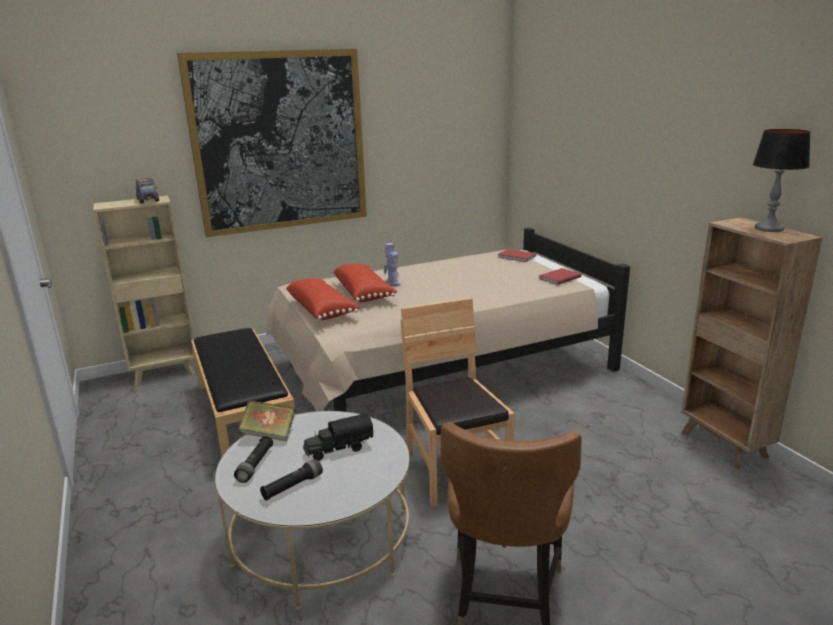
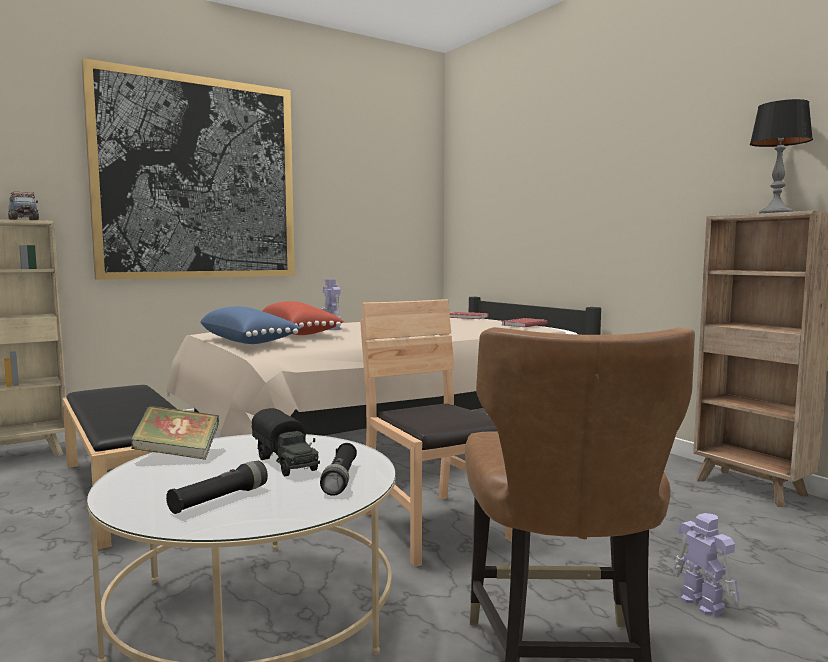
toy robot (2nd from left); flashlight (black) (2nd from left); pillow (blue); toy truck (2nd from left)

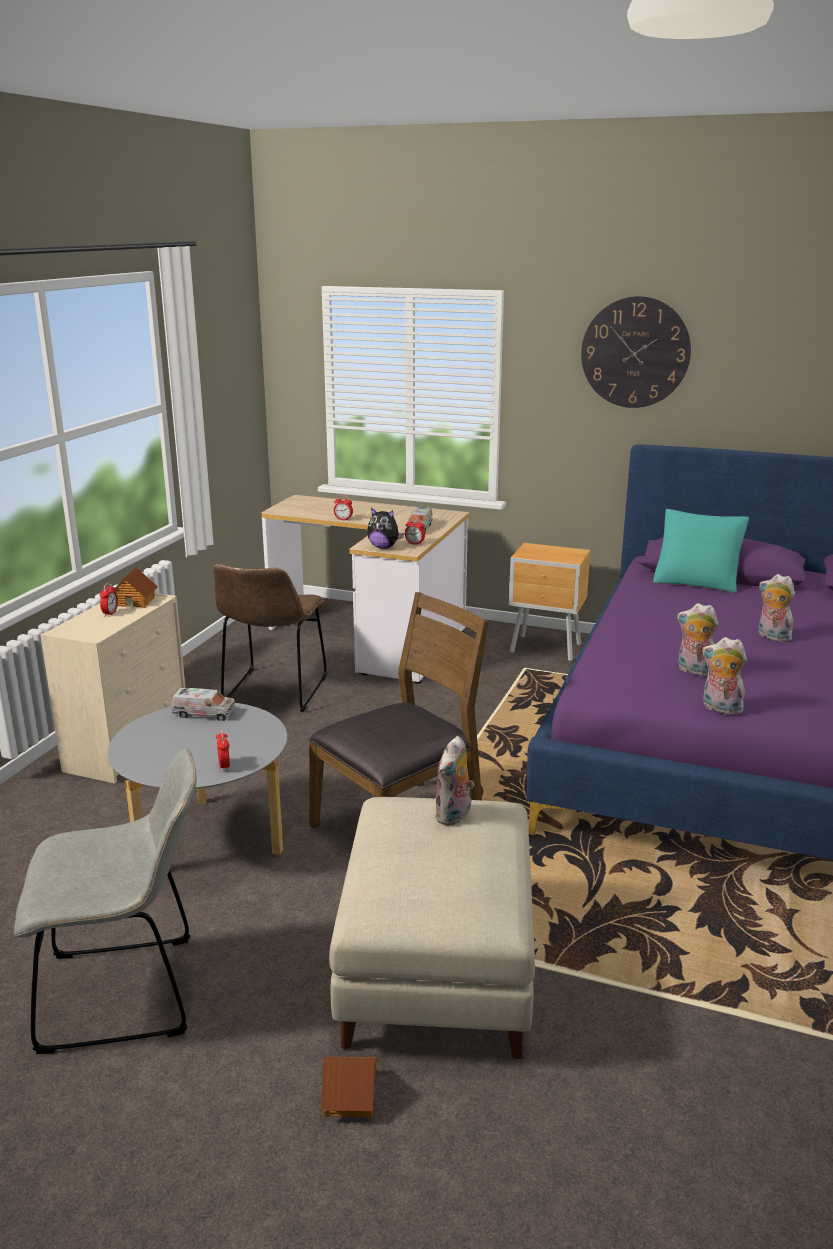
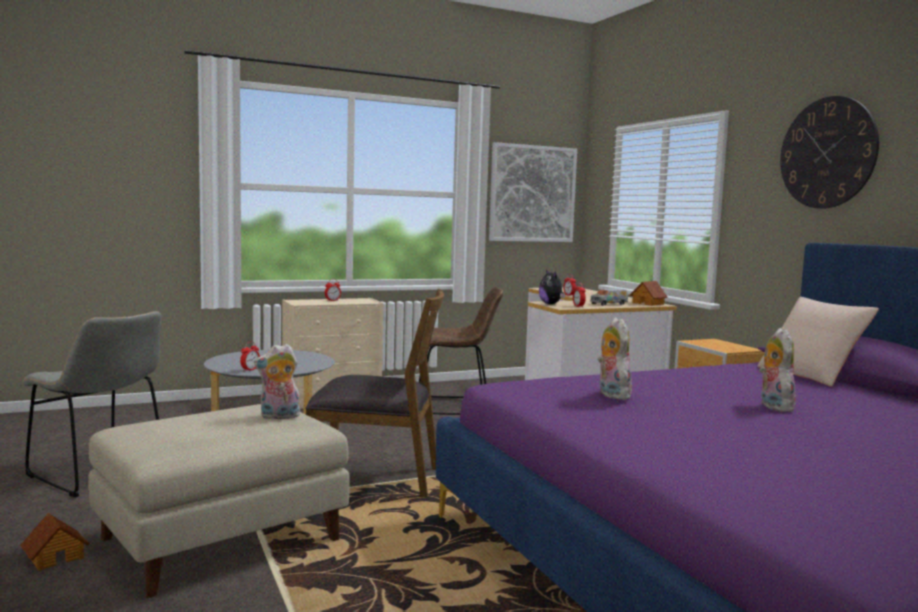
toy truck (1st from left in the first image); plush toy (4th from left in the first image); picture; toy house (2nd from left); pillow (beige); chair (brown) (2nd from left)

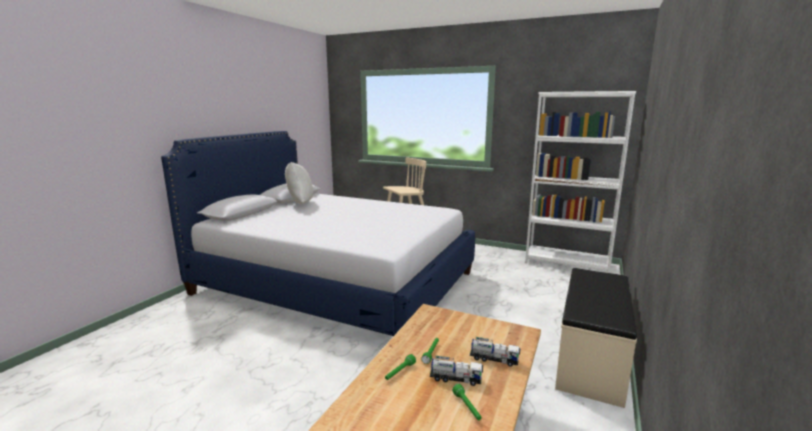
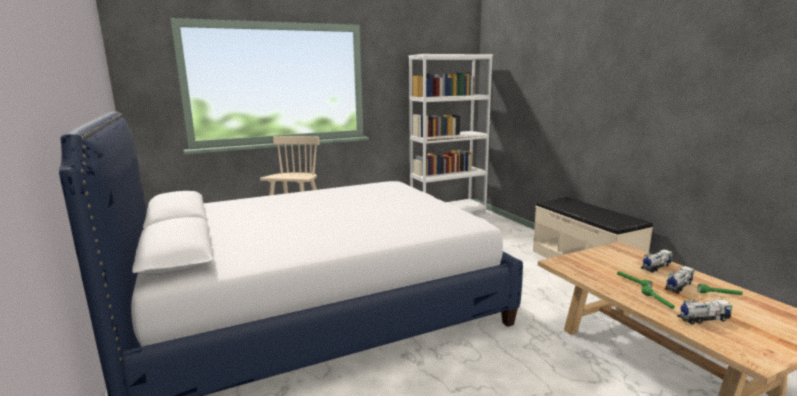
pillow (white); toy truck (3rd from left)

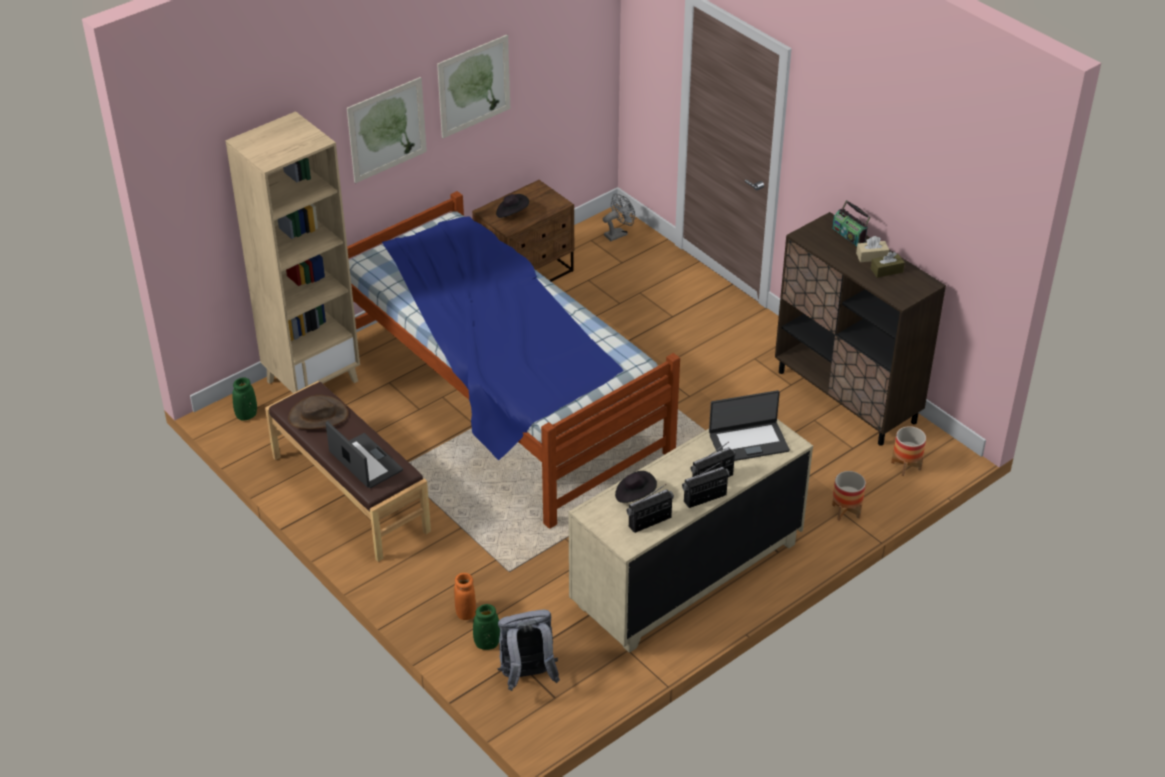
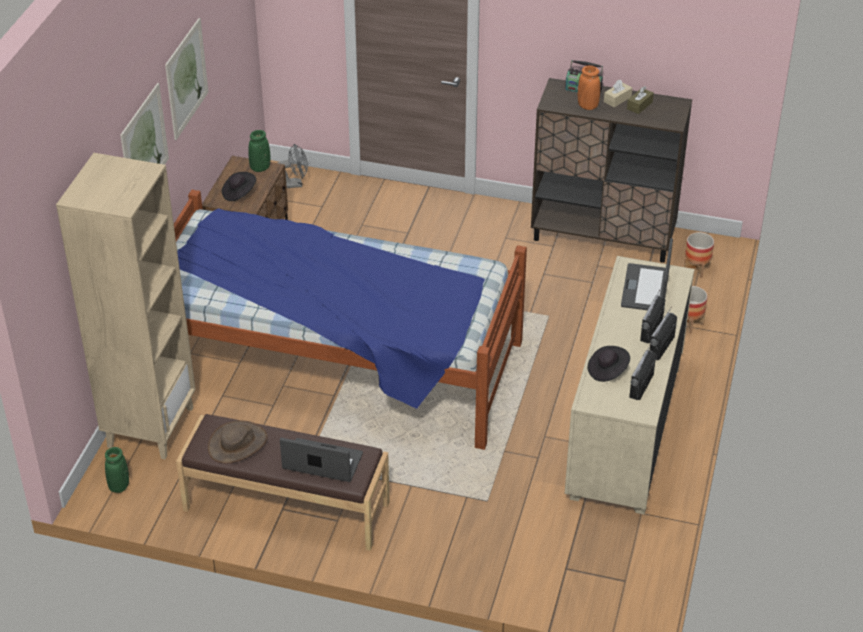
backpack (grey); vase (orange); vase (green) (2nd from left); fan (grey); laptop (2nd from left)

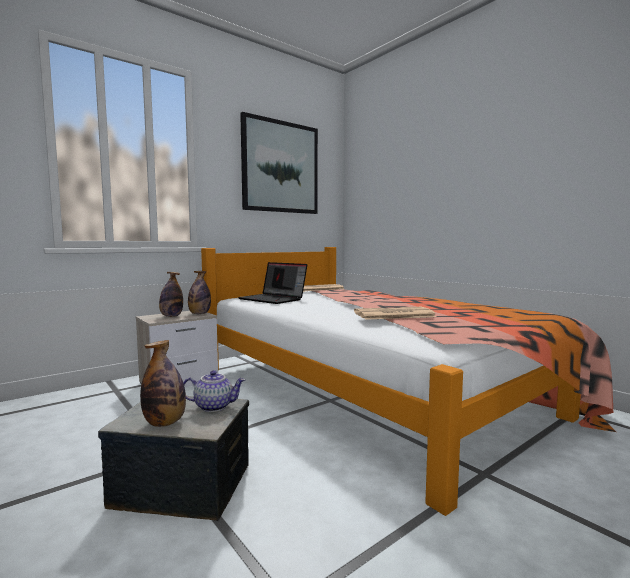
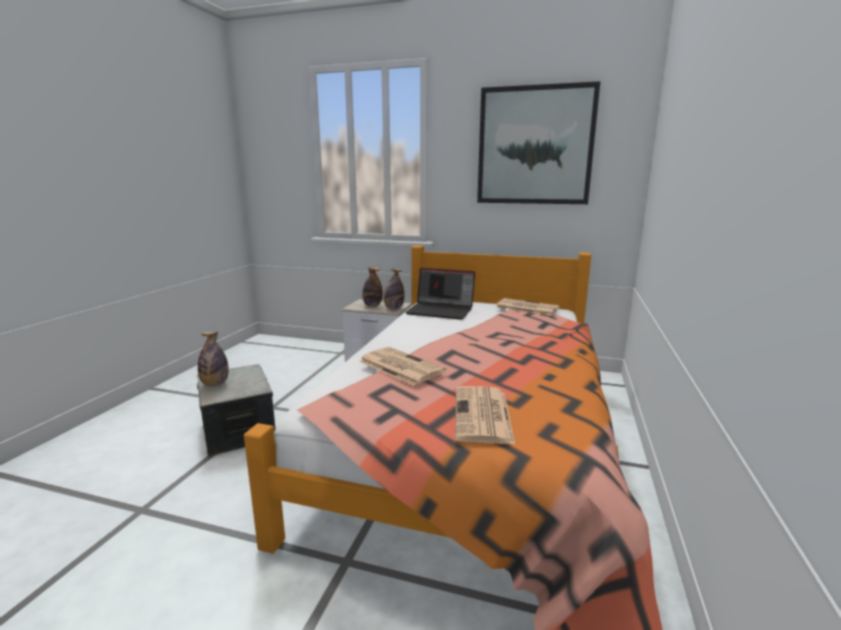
teapot; newspaper (2nd from left); laptop

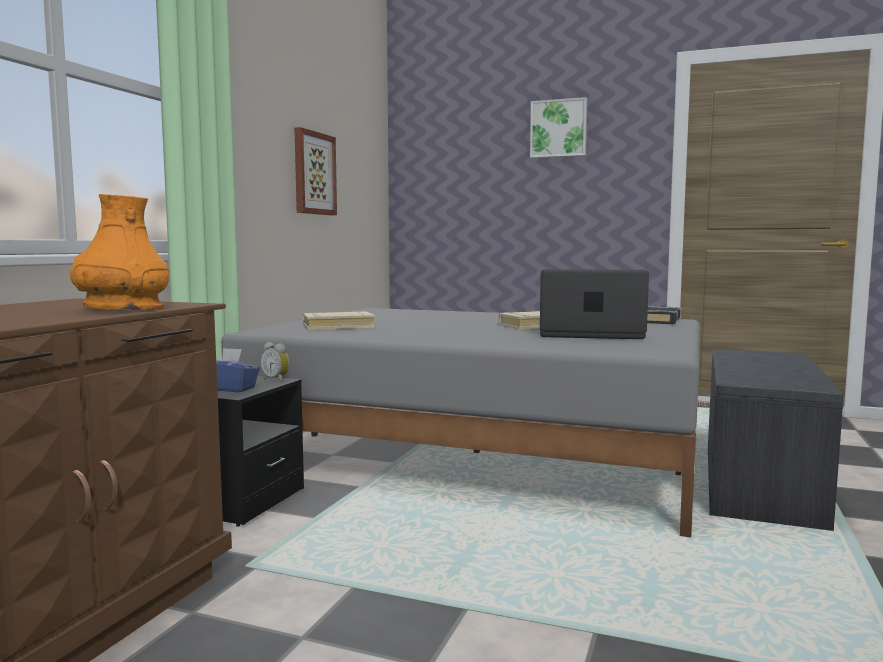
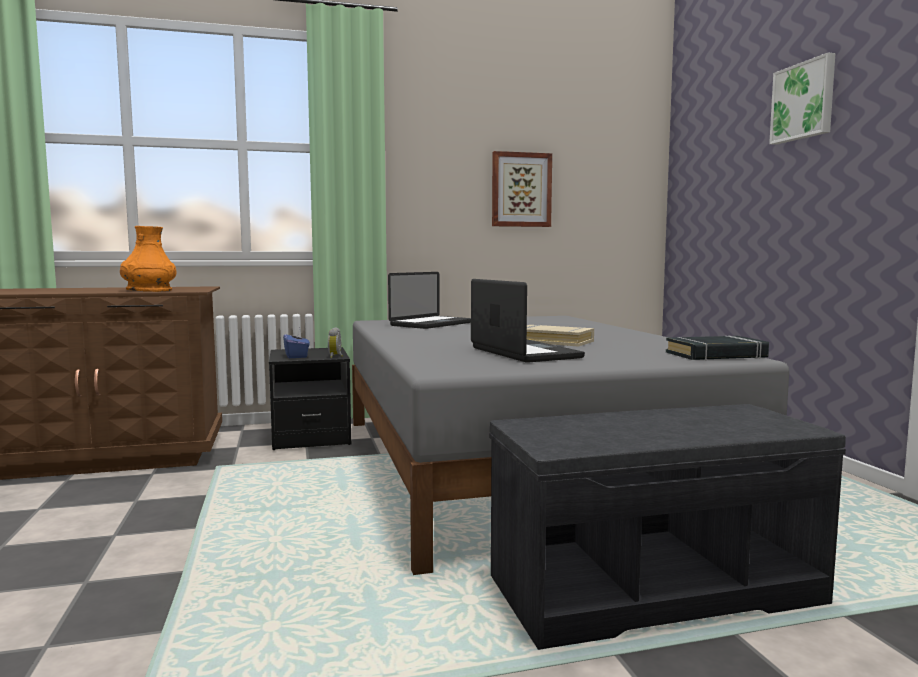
laptop (1st from left)

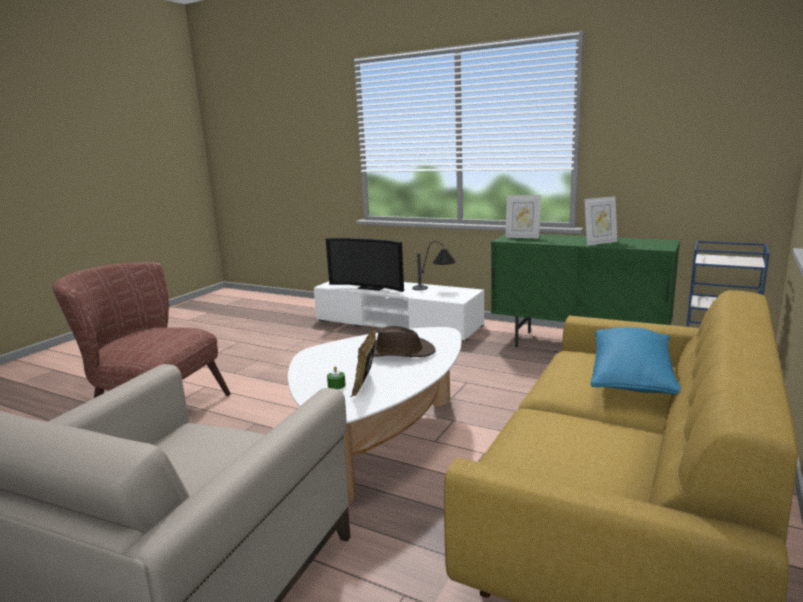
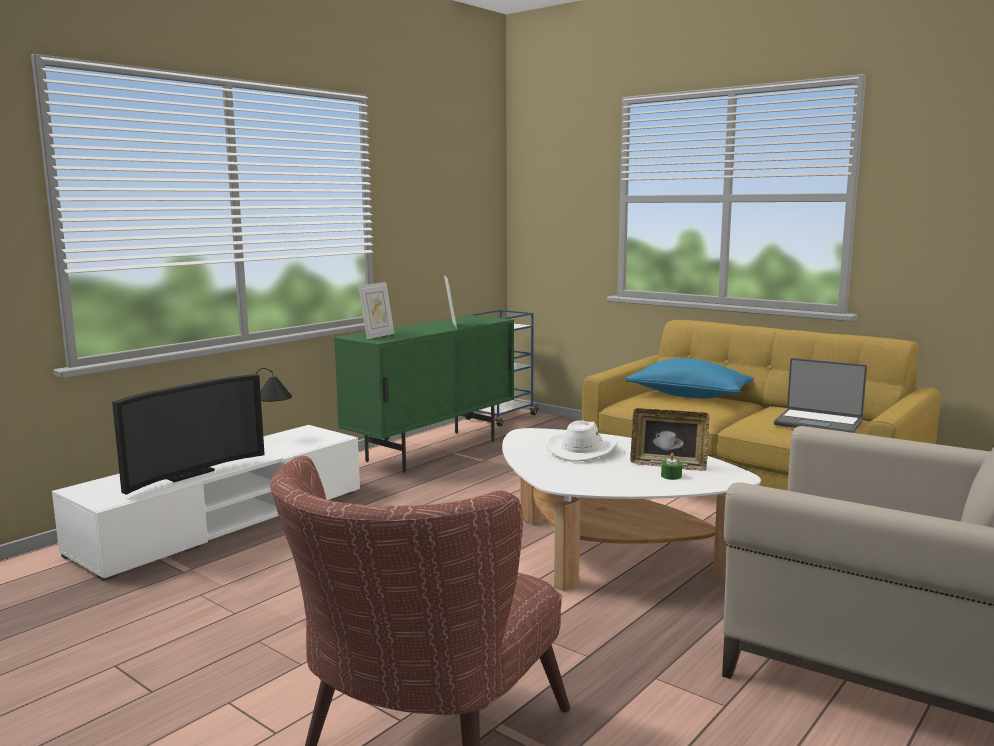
laptop; hat (white)

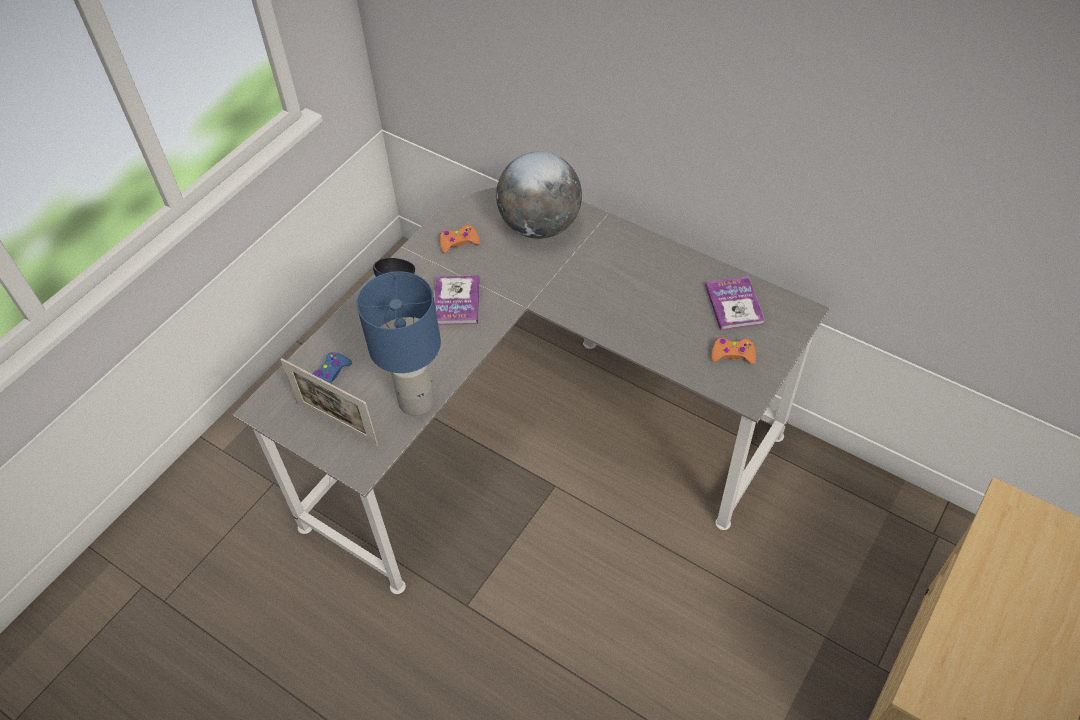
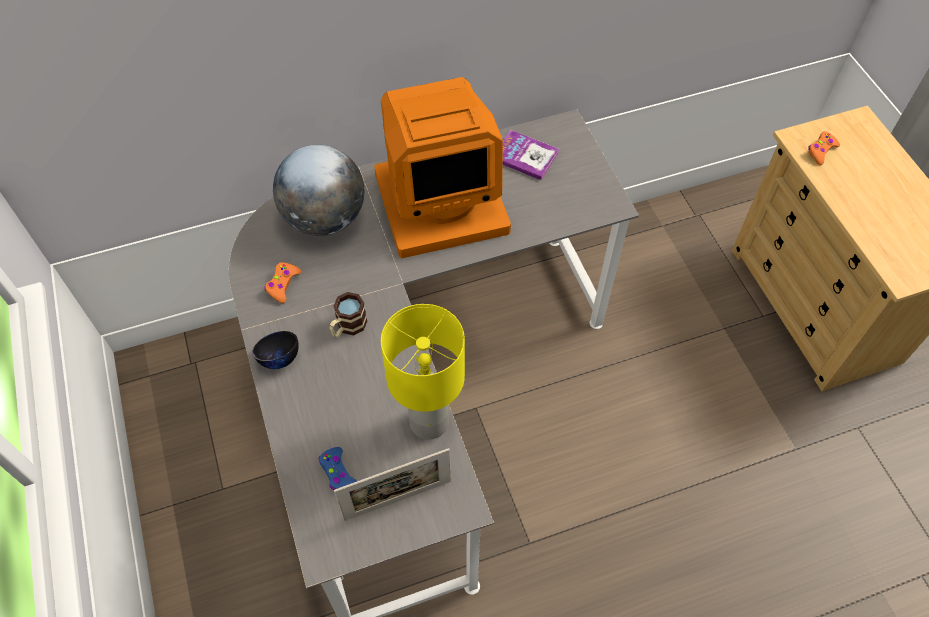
monitor; game controller (orange) (2nd from left); mug; table lamp (yellow)

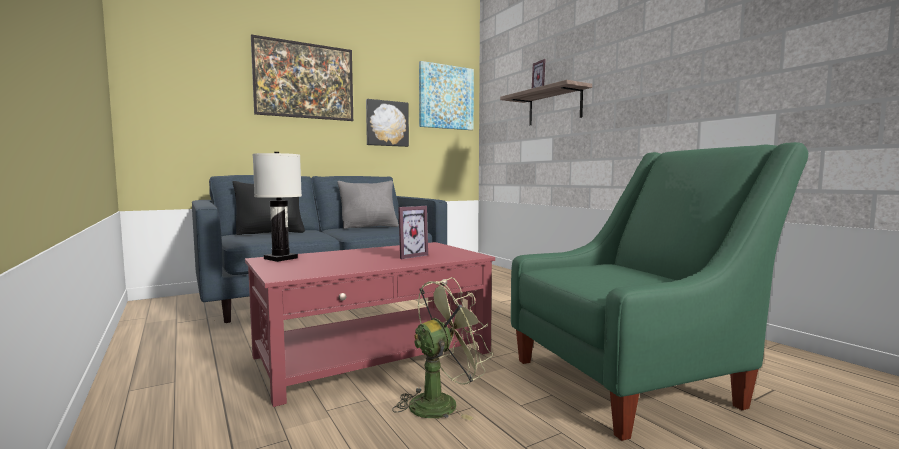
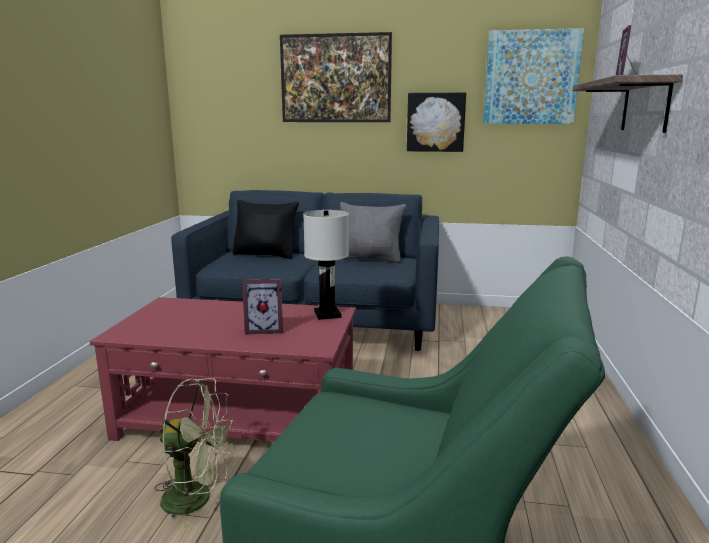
table lamp (white)

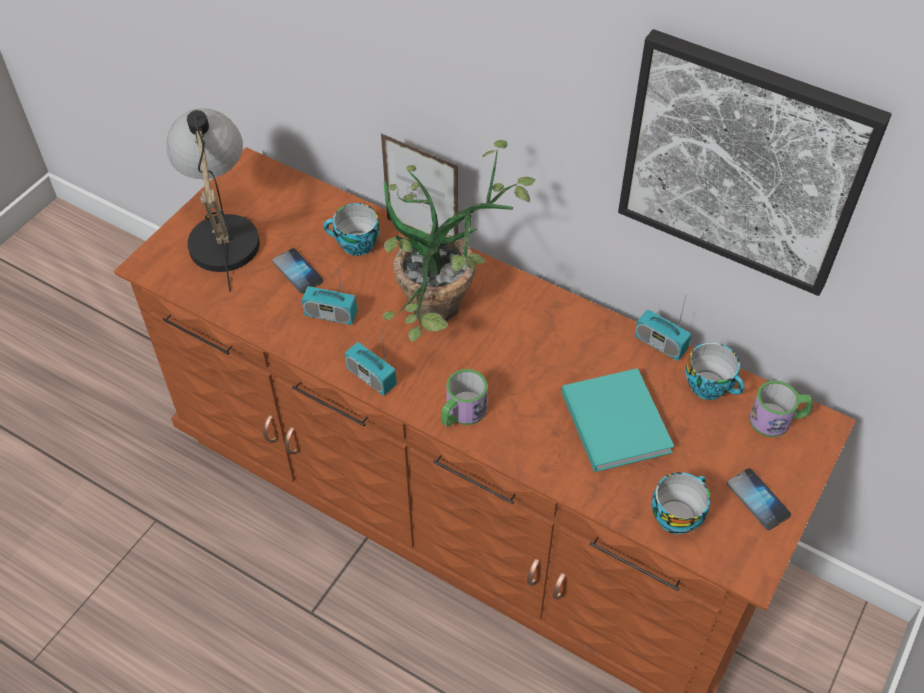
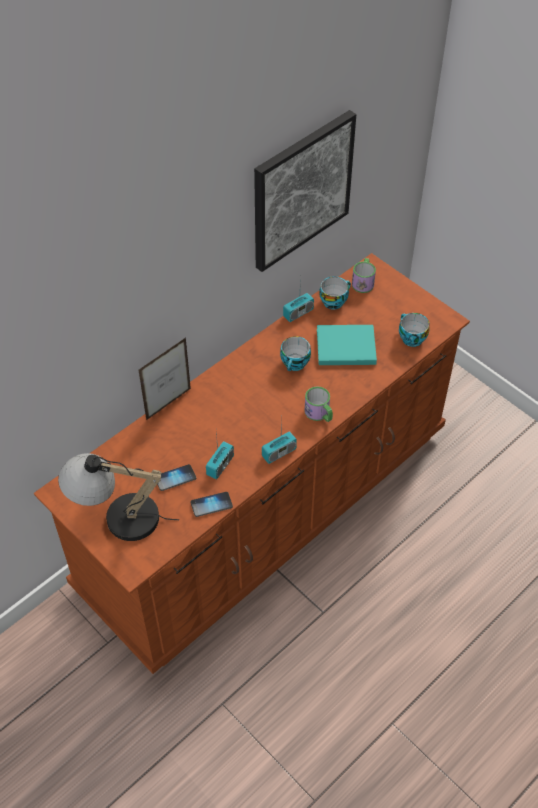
potted plant; cup (1st from left); phone (2nd from left)

